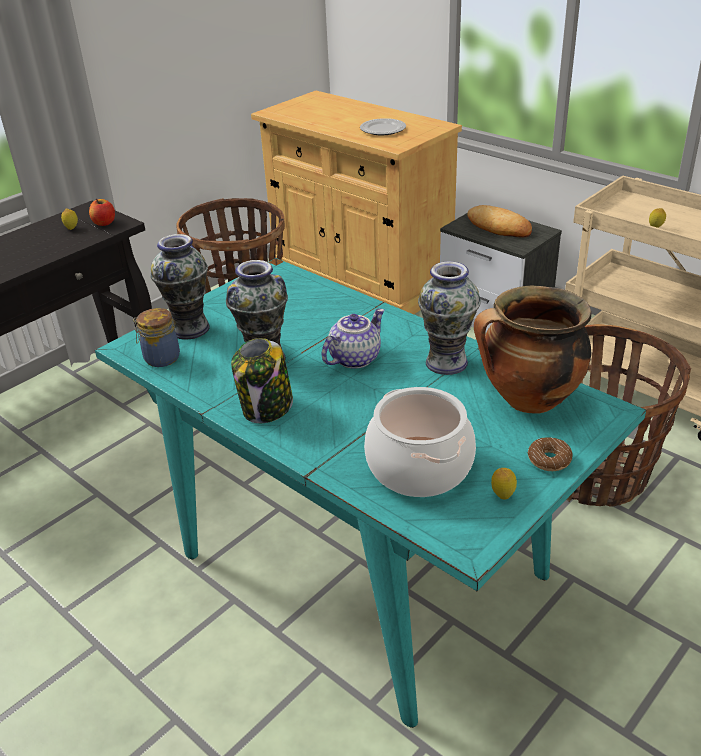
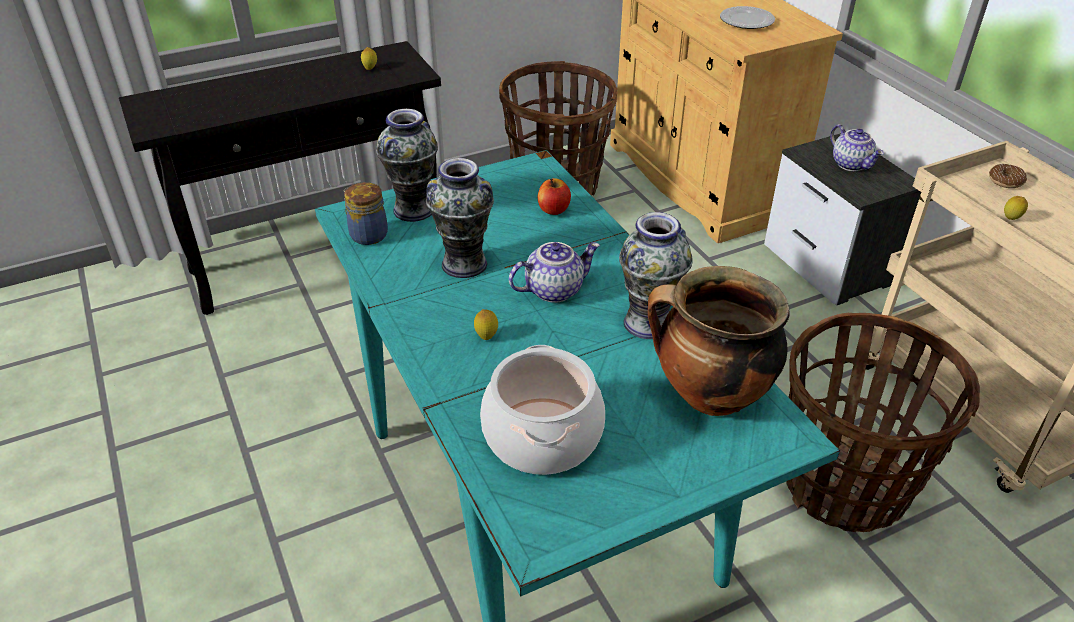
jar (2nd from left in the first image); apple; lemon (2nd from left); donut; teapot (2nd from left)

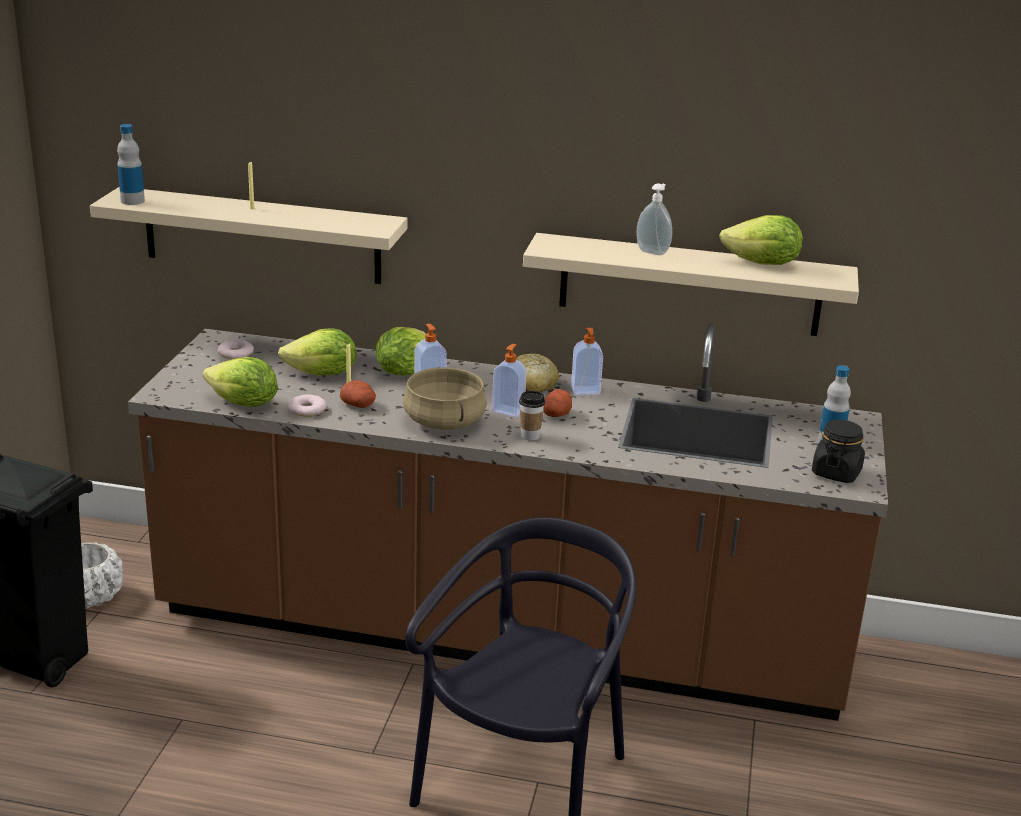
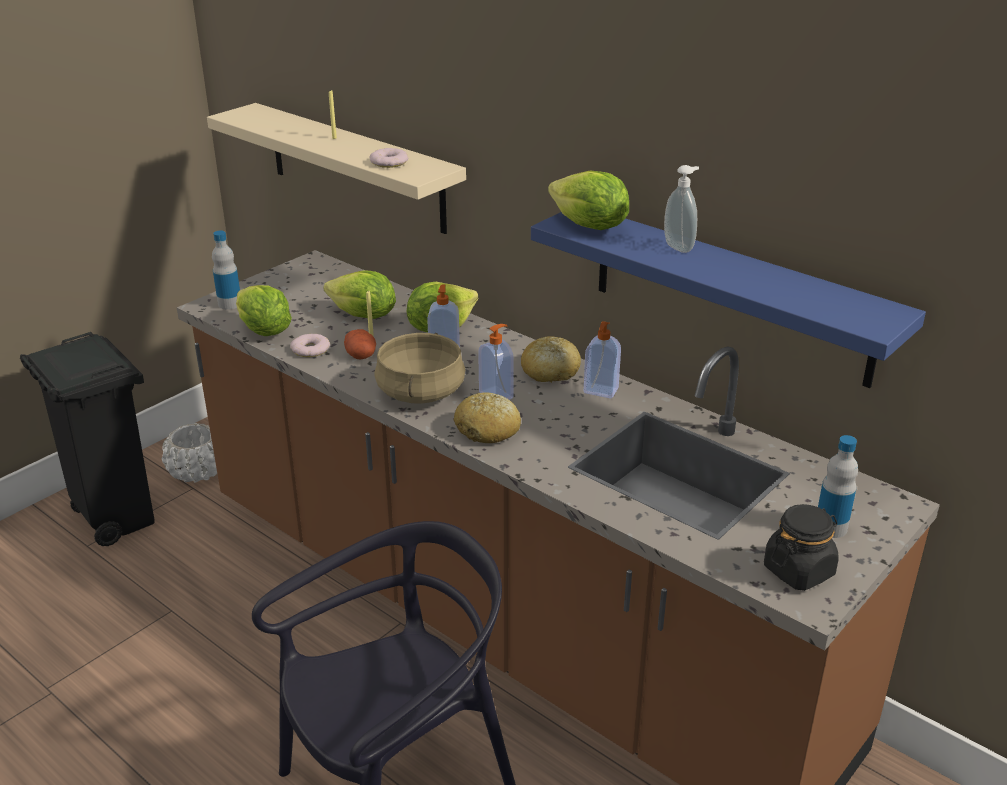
potato (2nd from left in the first image); bottle (1st from left); donut (2nd from left); lettuce (4th from left); bread (1st from left); shelf (blue)

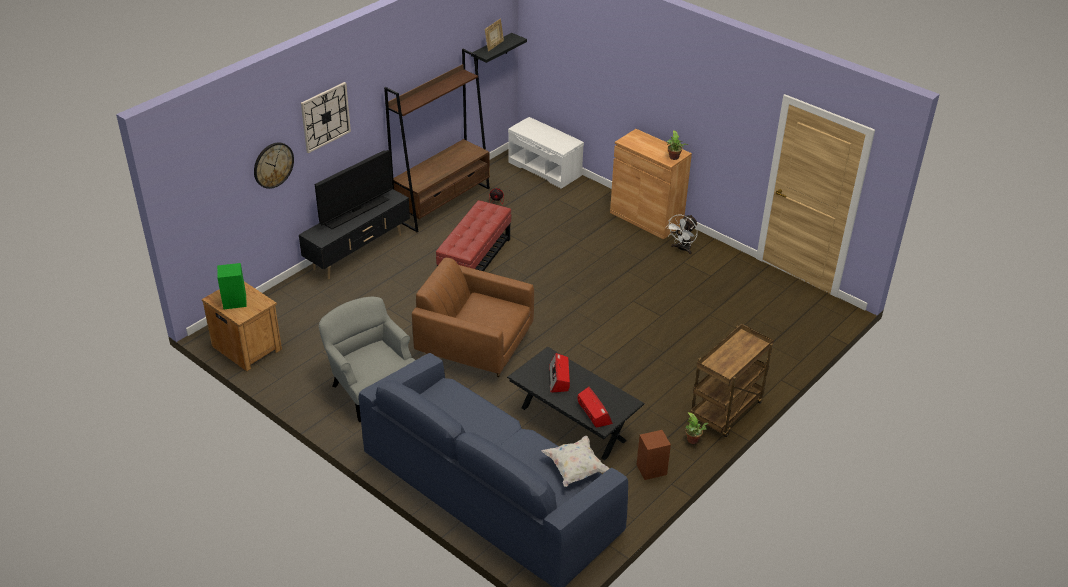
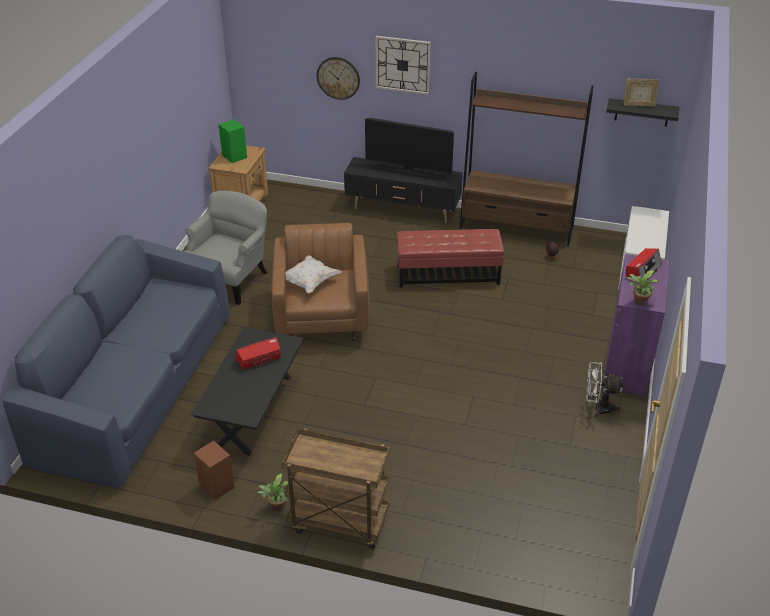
pillow (white); radio (2nd from left); cabinet (purple)

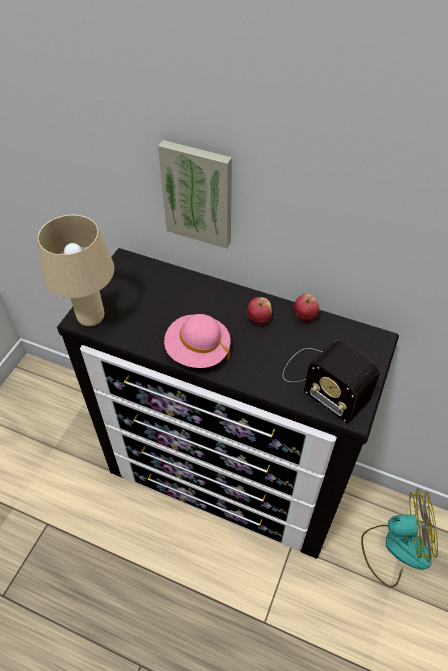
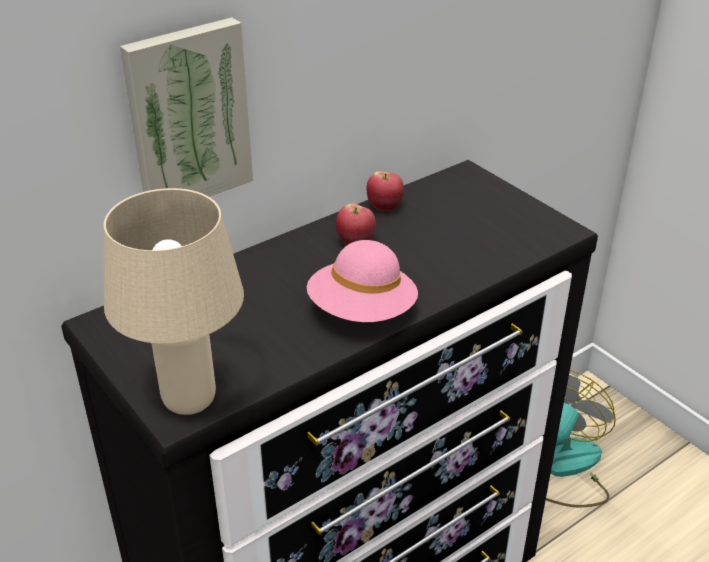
radio

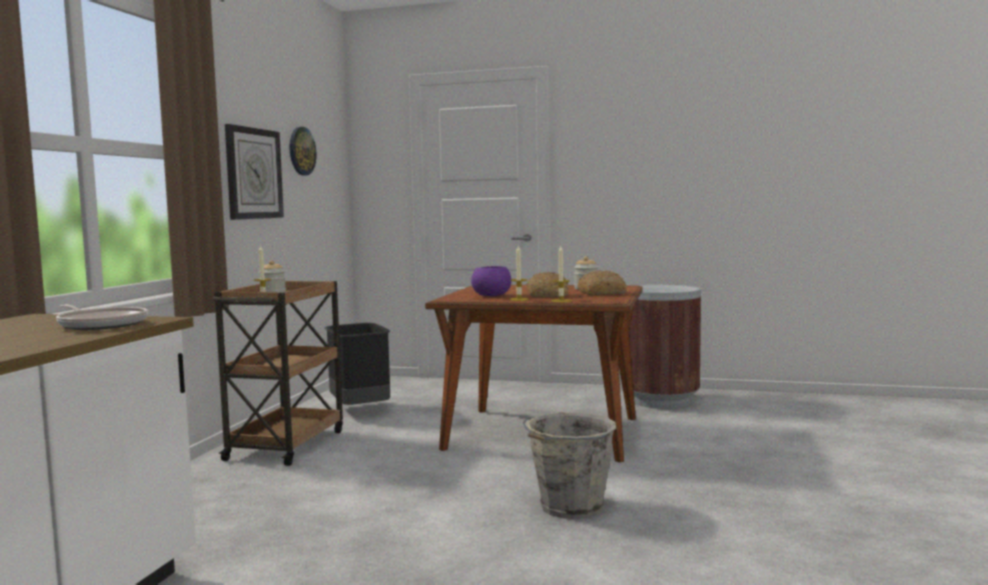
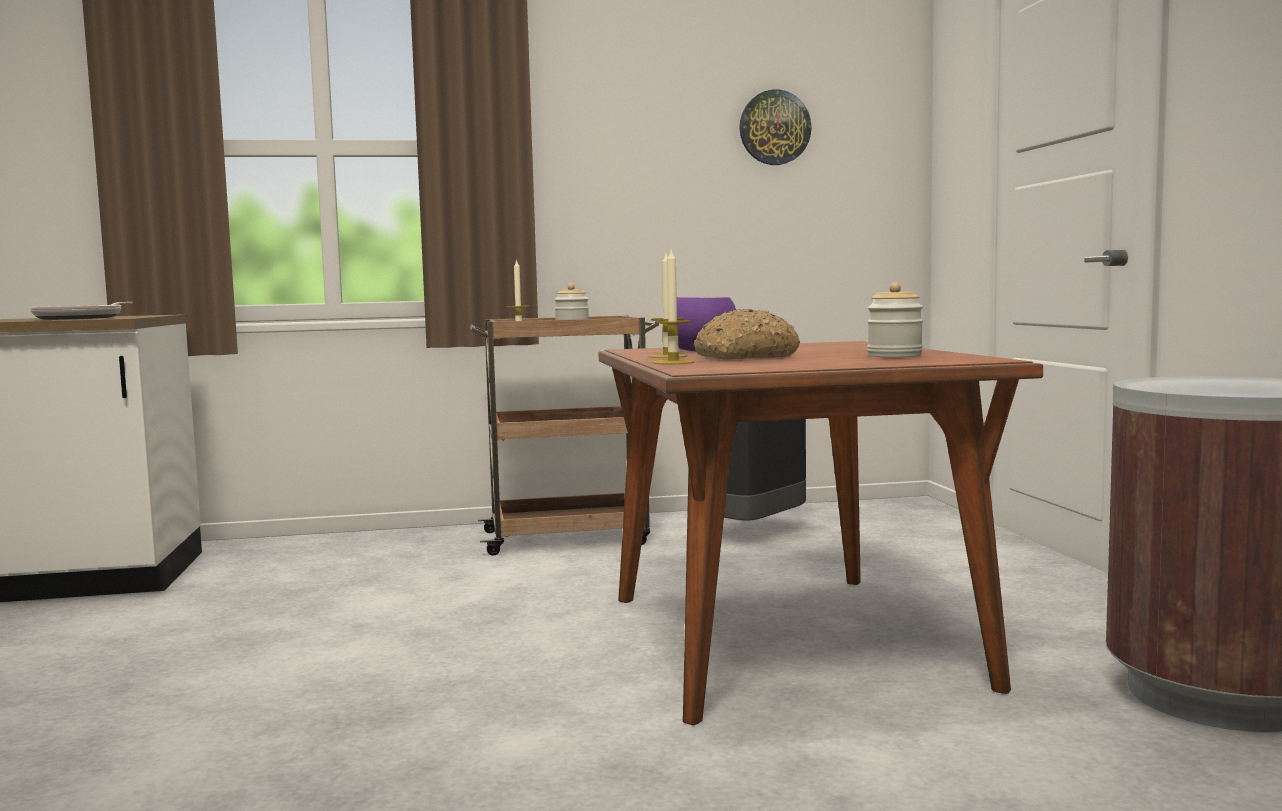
wall clock (1st from left in the first image); bucket (grey); bread (2nd from left in the first image)

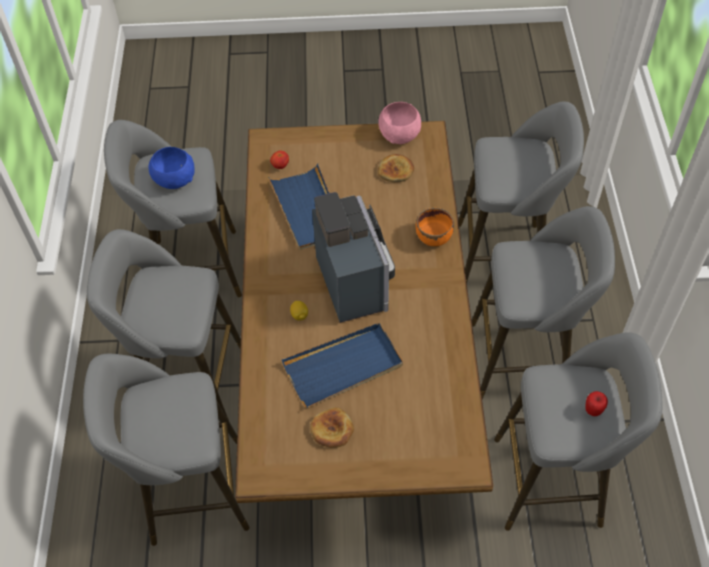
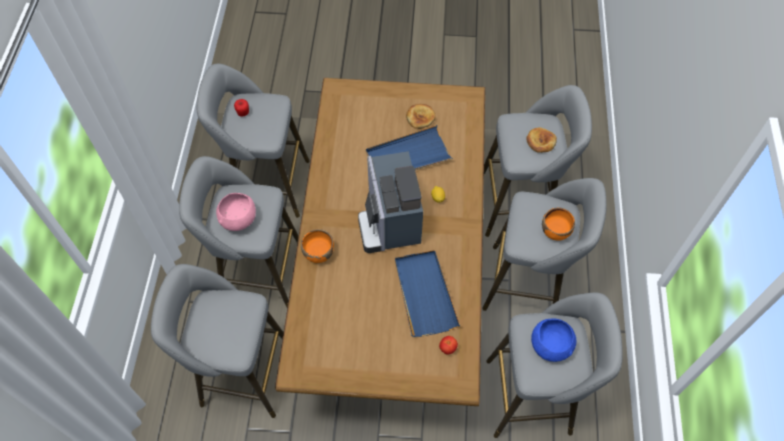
bowl (orange) (2nd from left); bowl (pink); bread (2nd from left)

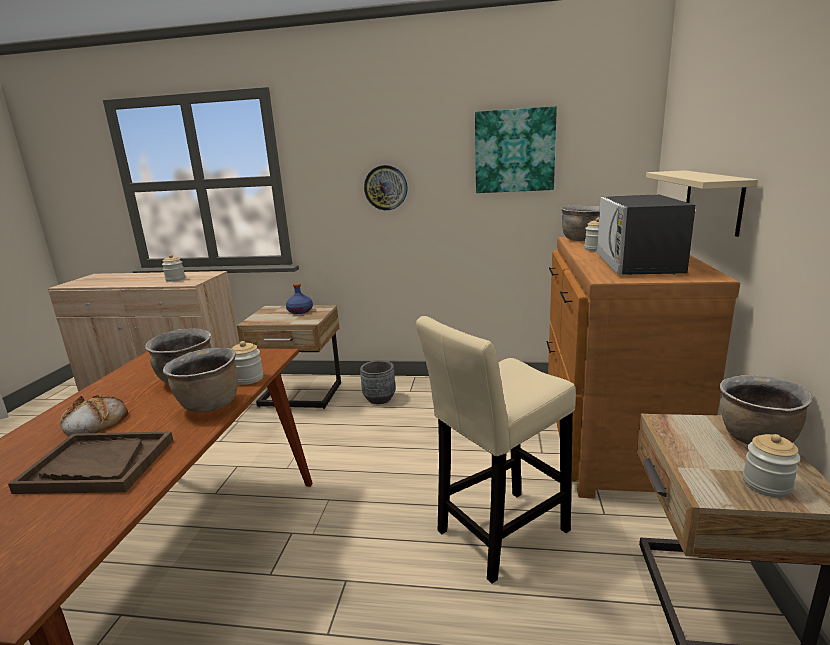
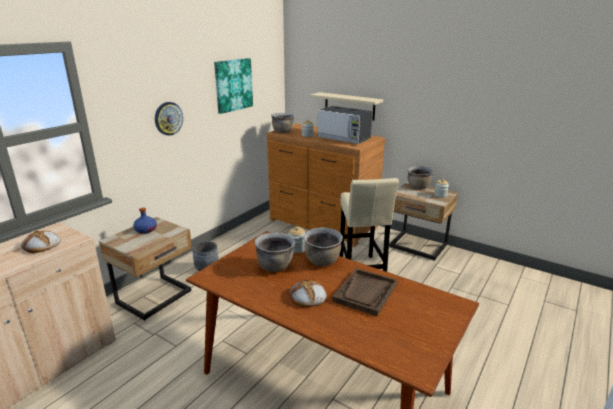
bread (1st from left)

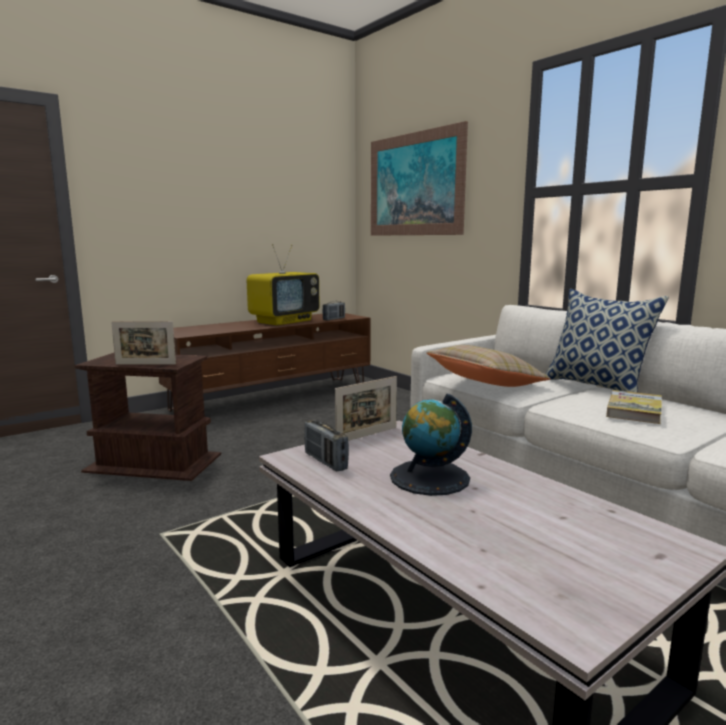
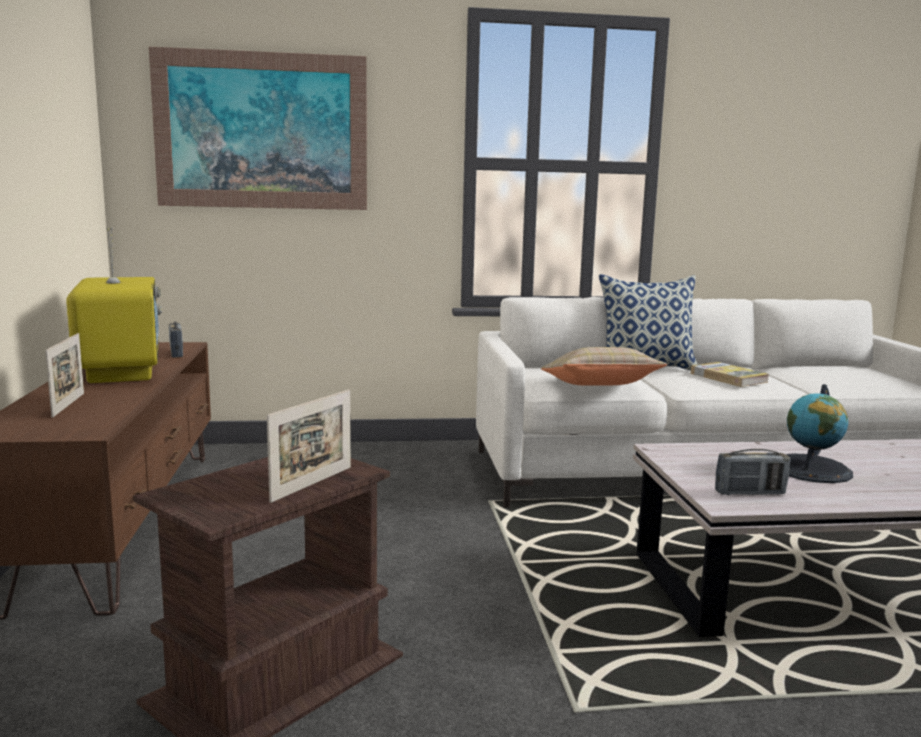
picture frame (1st from left)

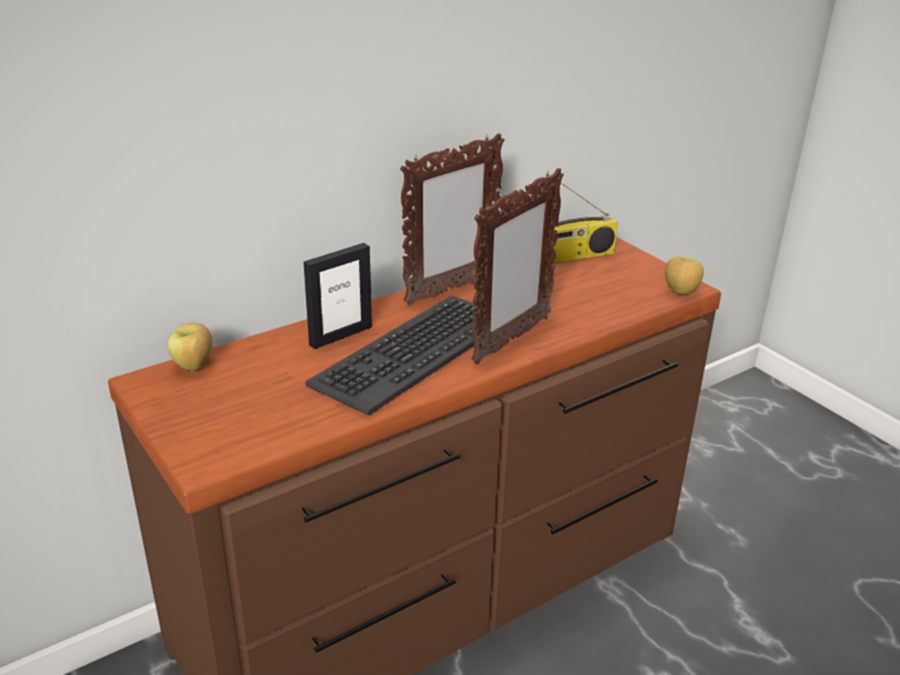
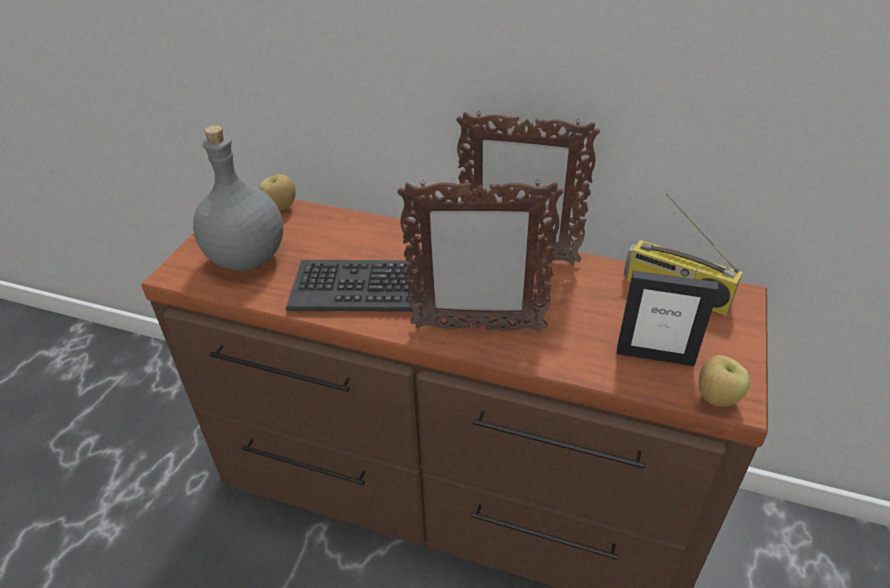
bottle (grey); picture frame (3rd from left)

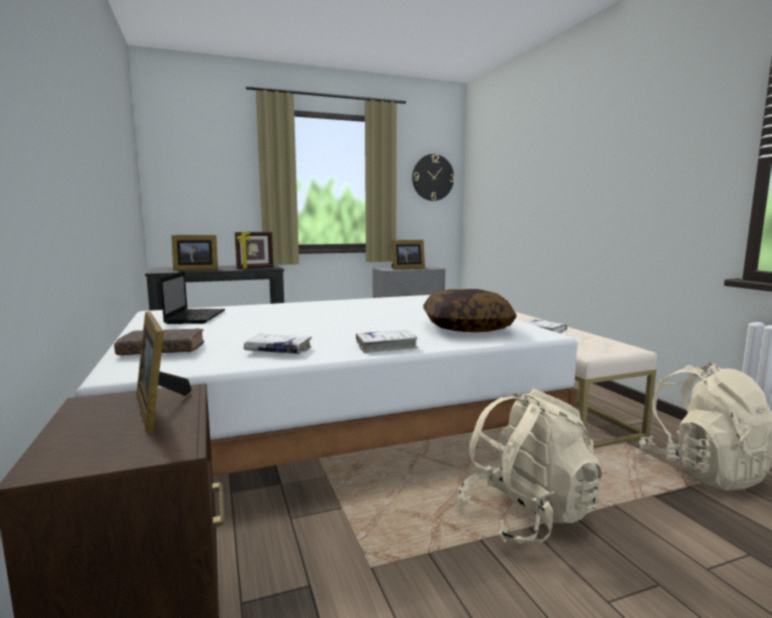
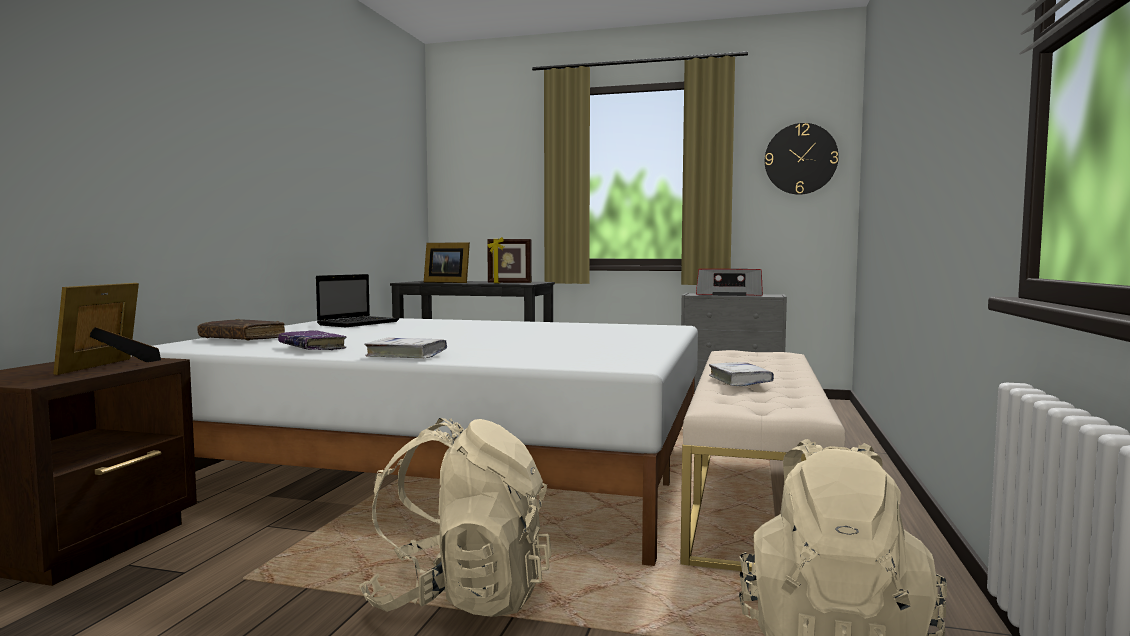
pillow; radio; book (purple)

